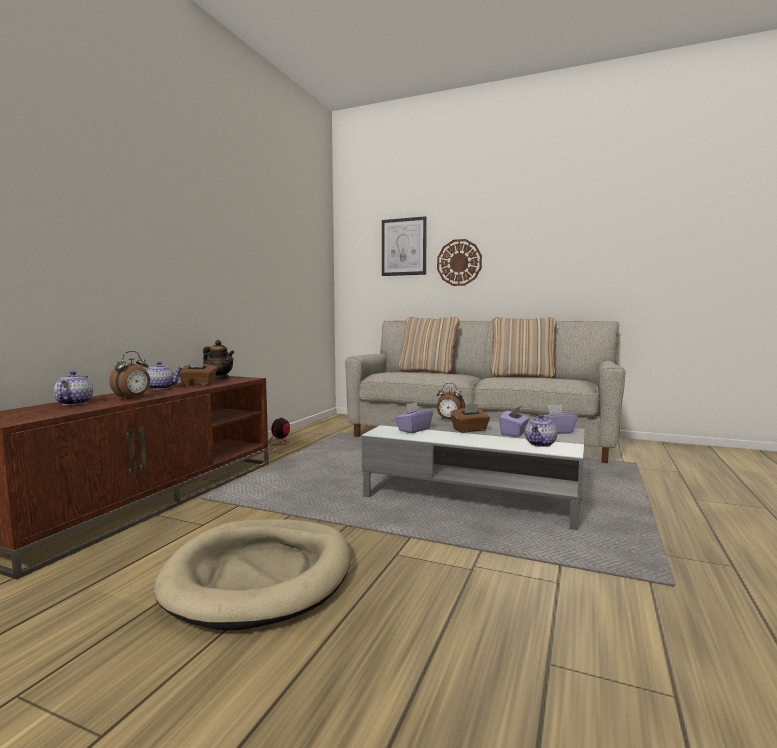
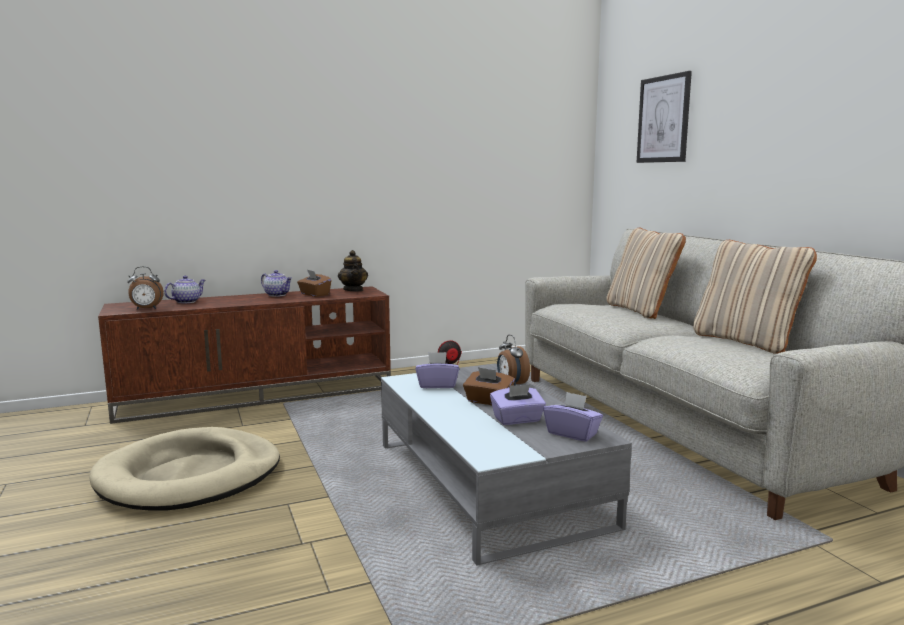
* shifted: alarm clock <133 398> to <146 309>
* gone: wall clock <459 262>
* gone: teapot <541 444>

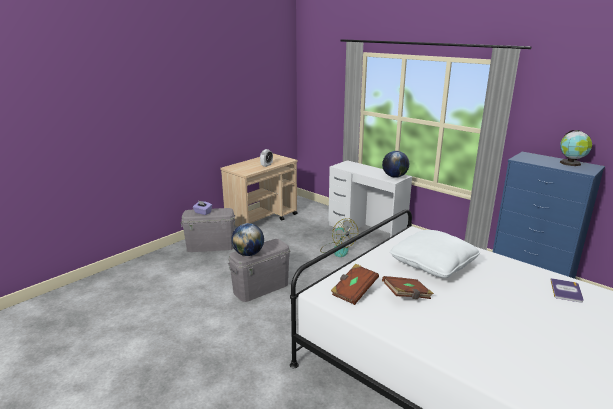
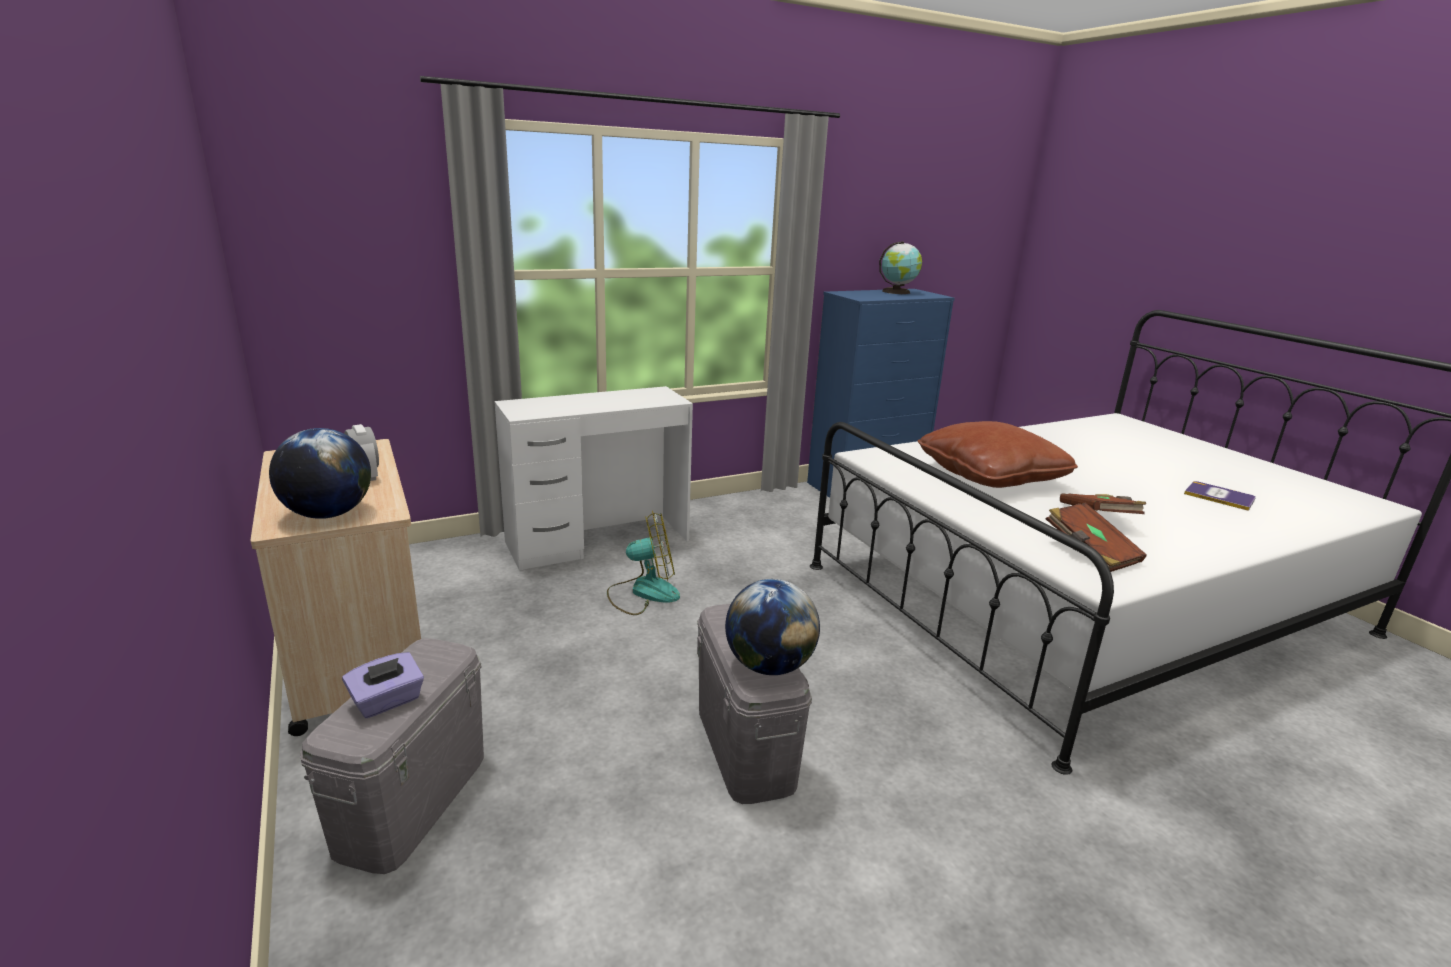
* shifted: globe <394 176> to <328 514>
* repainted: pillow/white <432 264> to pillow/brown <990 476>
* shifted: book <566 291> to <1219 496>

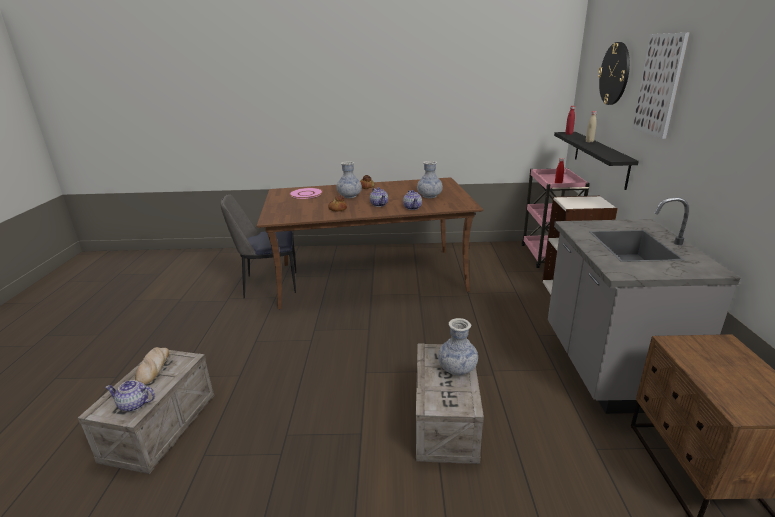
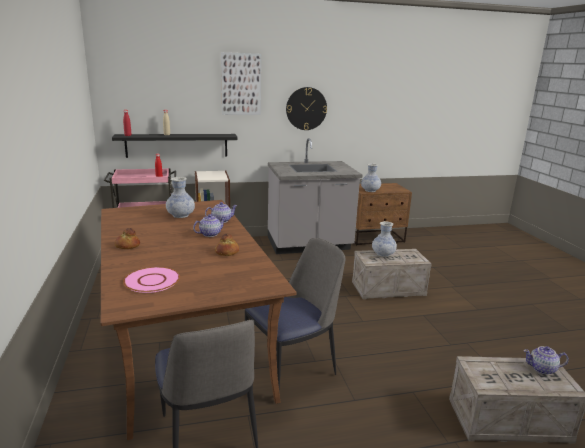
* new: chair <293 367>
* shifted: wall clock <614 74> to <306 108>
* shifted: vase <349 196> to <370 190>
* rotated: teapot <134 405> = <542 369> 105 degrees clockwise
* gone: bread <153 367>

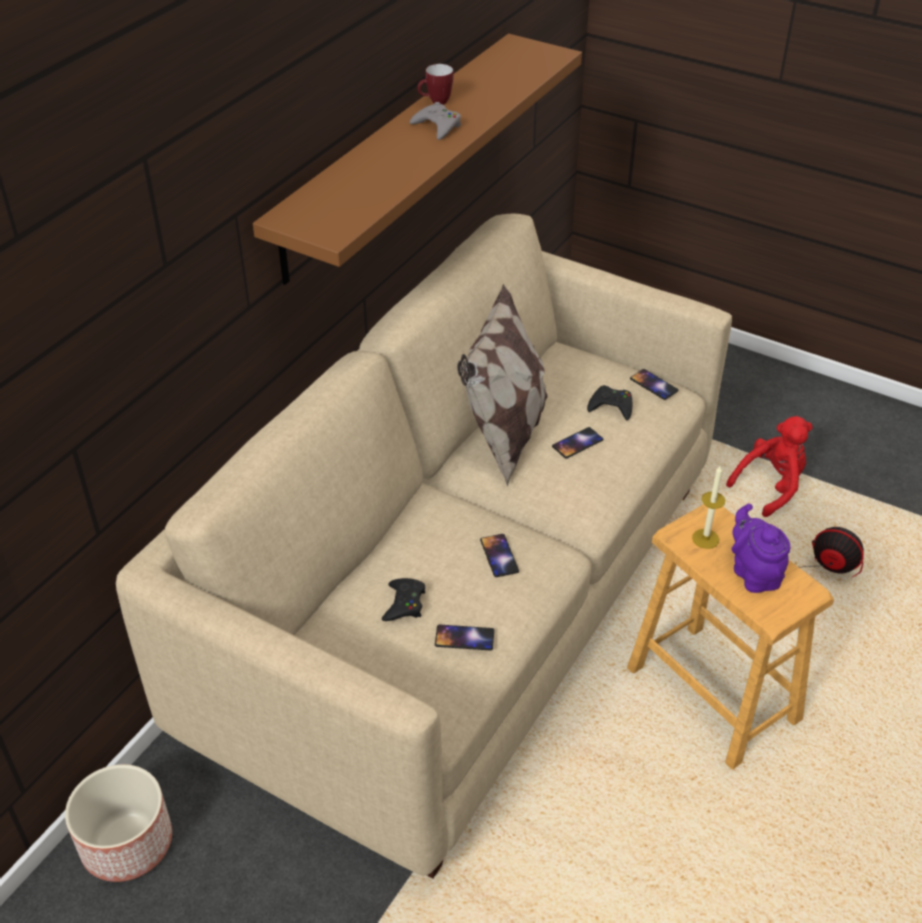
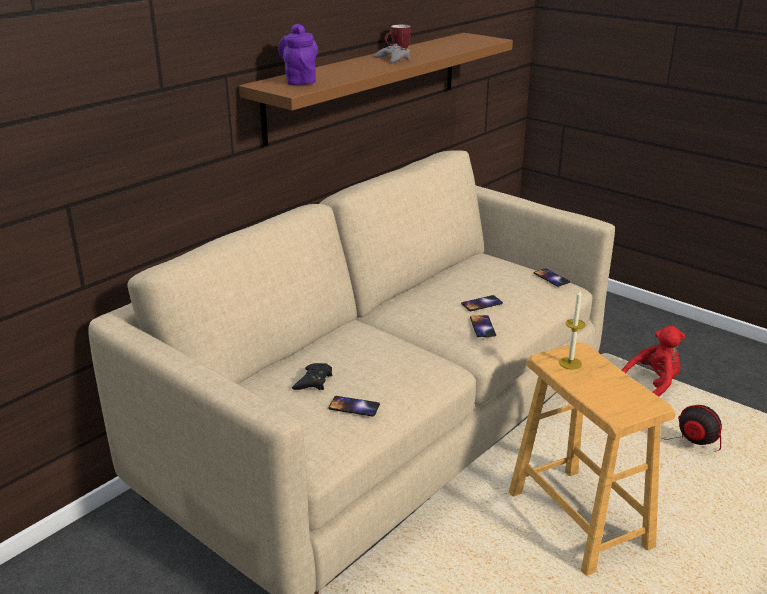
* shifted: teapot/purple <753 573> to <300 80>
* shifted: phone <499 556> to <482 326>
* gone: planter <127 842>
* gone: pillow <504 437>
* gone: game controller/black <611 406>

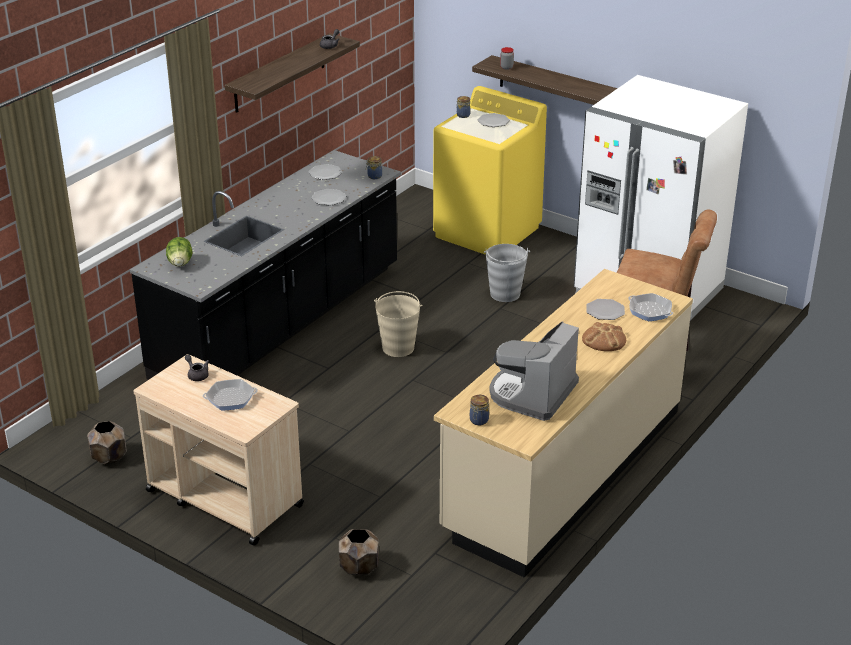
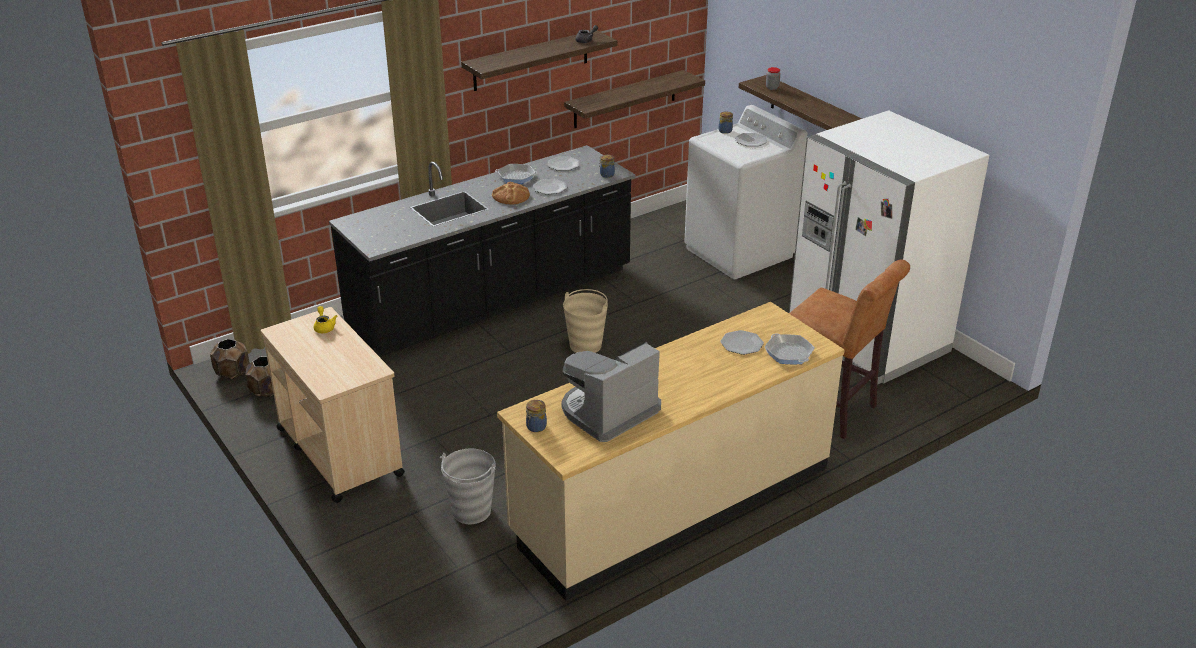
* shifted: planter/brown <358 568> to <232 373>
* repainted: teapot/grey <197 374> to teapot/yellow <324 327>
* shifted: bucket/grey <505 294> to <471 511>
* shifted: bread <604 340> to <510 196>
* shifted: frying pan <230 398> to <516 177>
* new: shelf <625 99>
* repainted: washing machine/yellow <487 232> to washing machine/white <739 252>
* gone: lettuce <180 263>

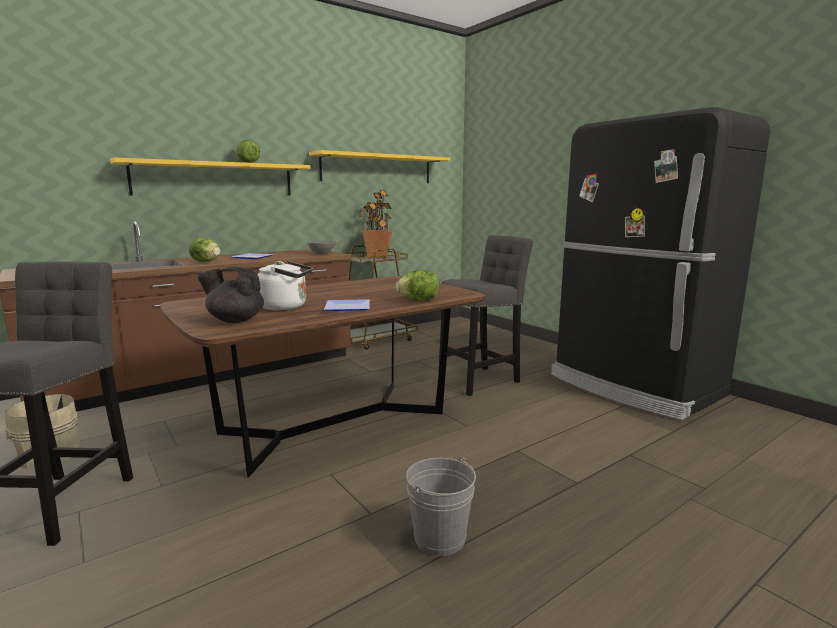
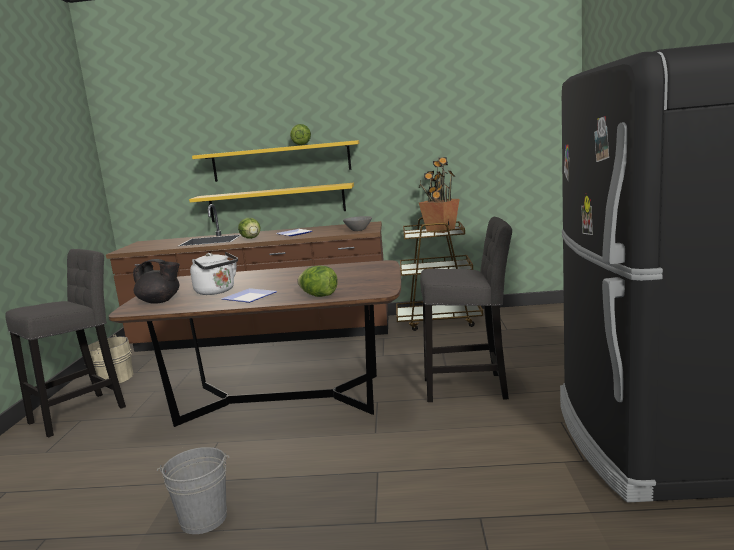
* rotated: teapot/black <235 320> = <160 301> 150 degrees clockwise
* shifted: shelf/yellow <377 169> to <277 203>

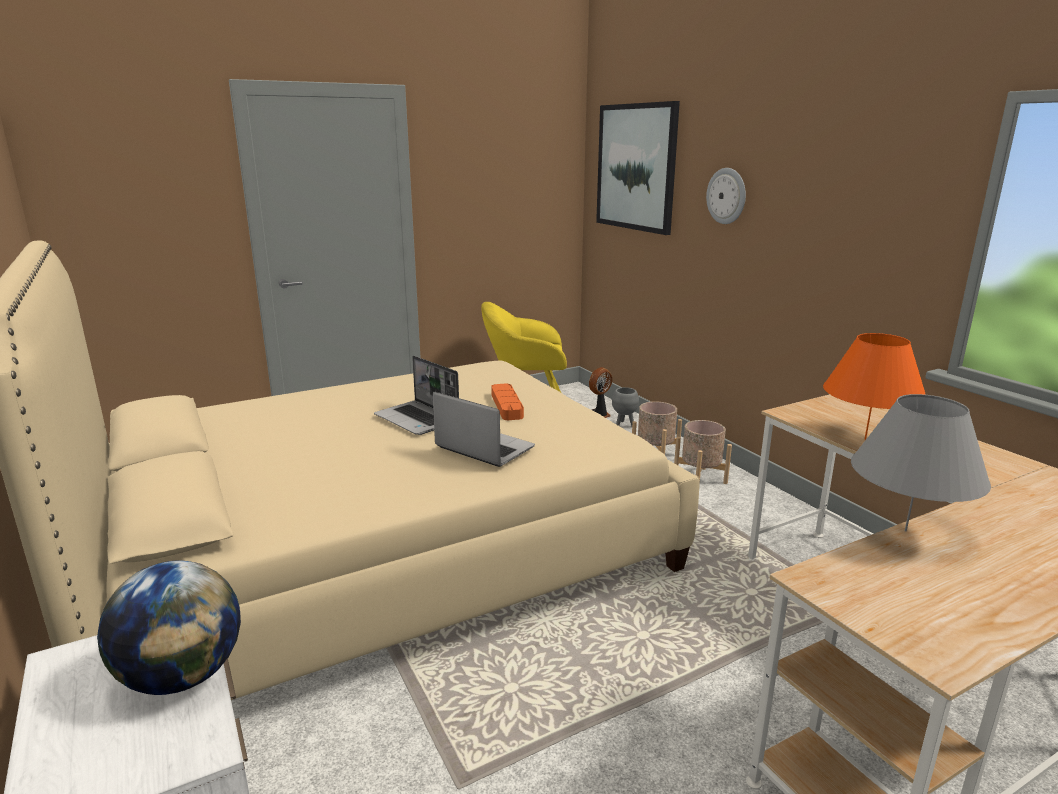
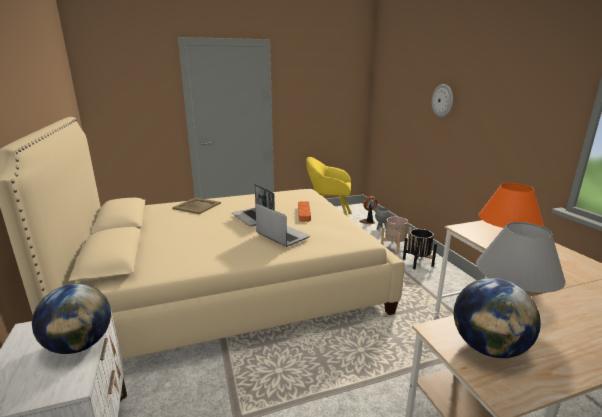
* new: tray/beige <197 206>
* repainted: planter/beige <700 479> to planter/black <417 262>
* new: globe <488 347>
* gone: picture <636 167>

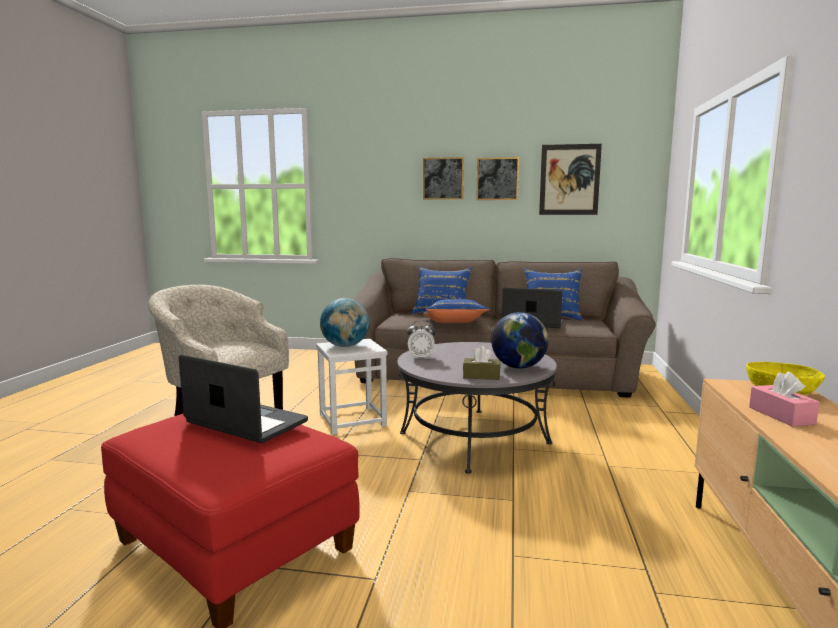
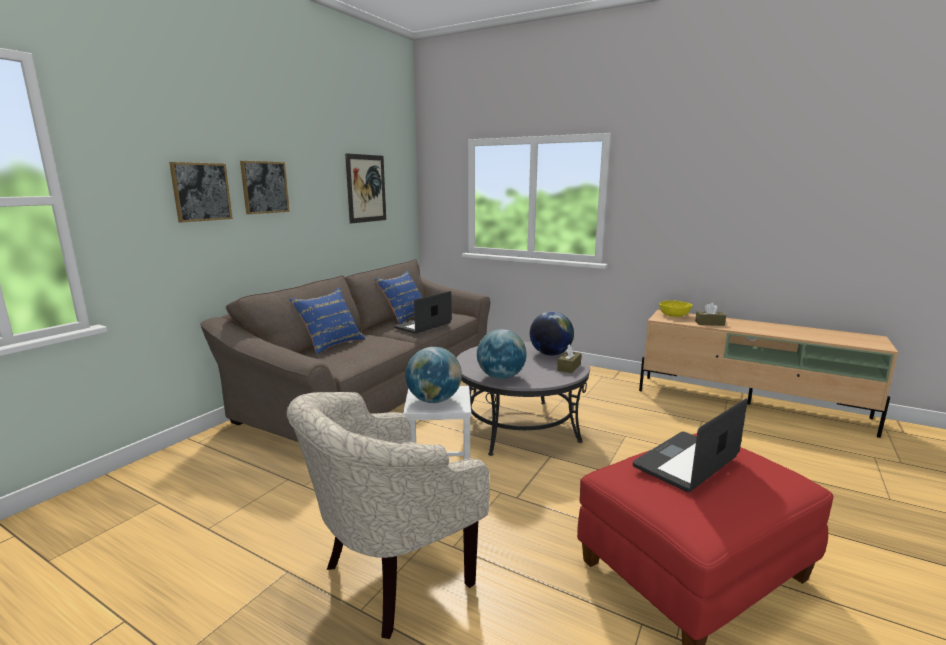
* shifted: picture <497 179> to <201 192>
* swapped: alarm clock <421 357> to globe <501 377>
* repainted: tissue box/pink <781 415> to tissue box/brown <709 323>
* gone: pillow/blue <454 324>

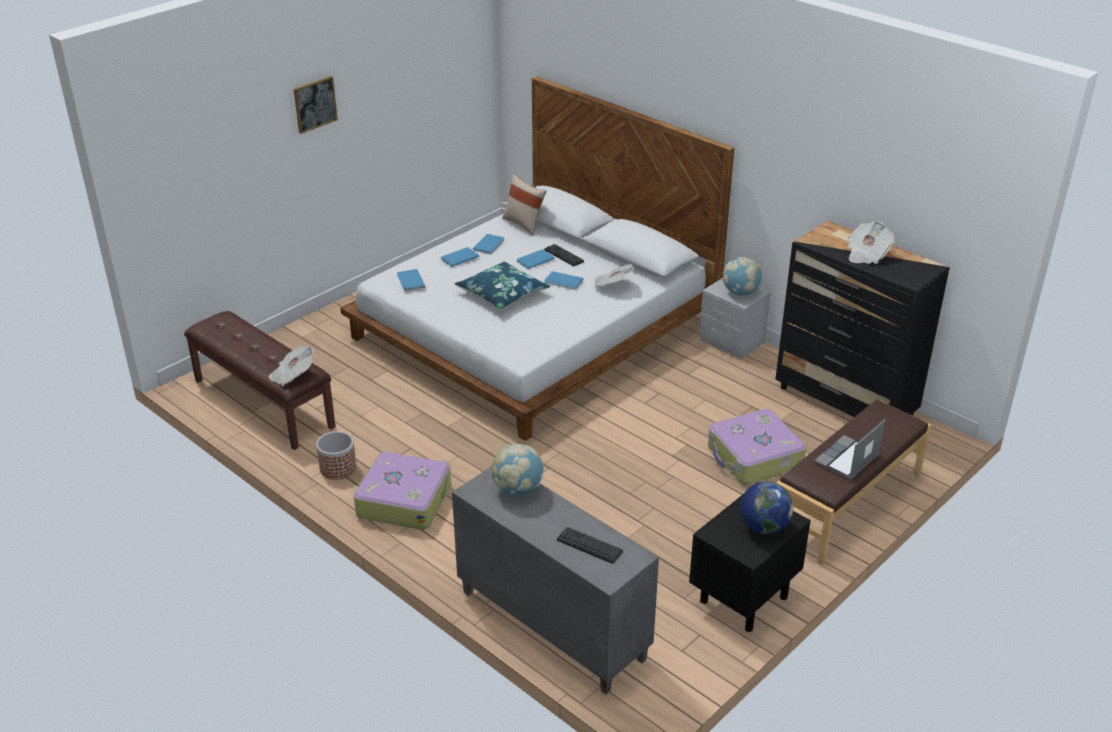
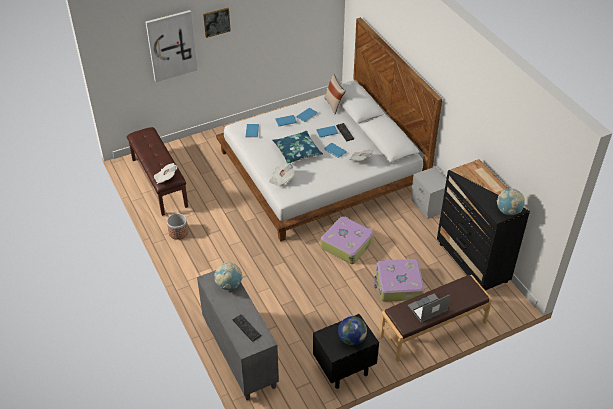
* new: picture <171 45>
* shifted: newspaper <866 254> to <281 179>
* shifted: suitcase <404 500> to <347 244>
* shifted: globe <740 293> to <508 211>

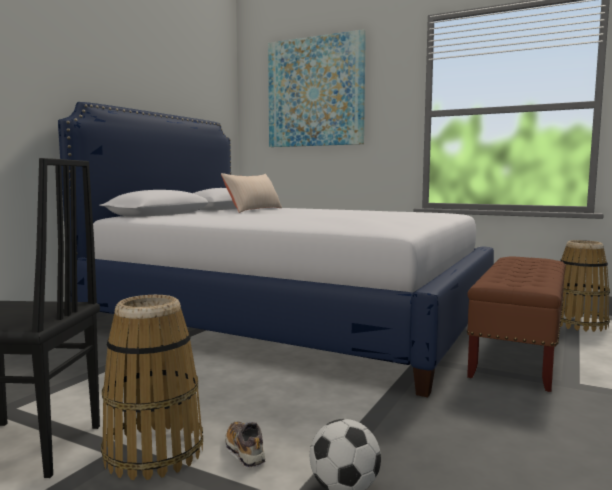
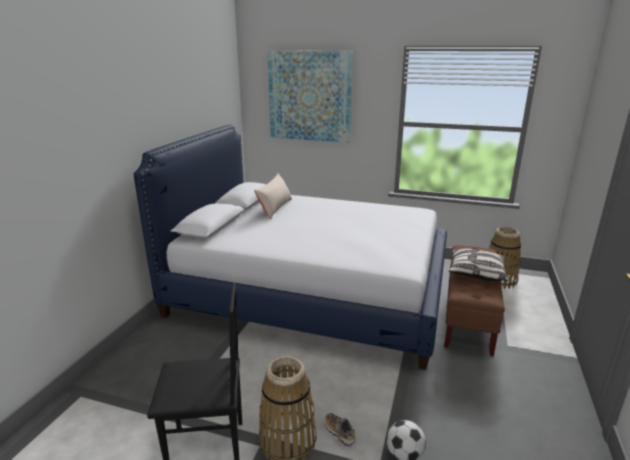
* new: pillow <476 273>

